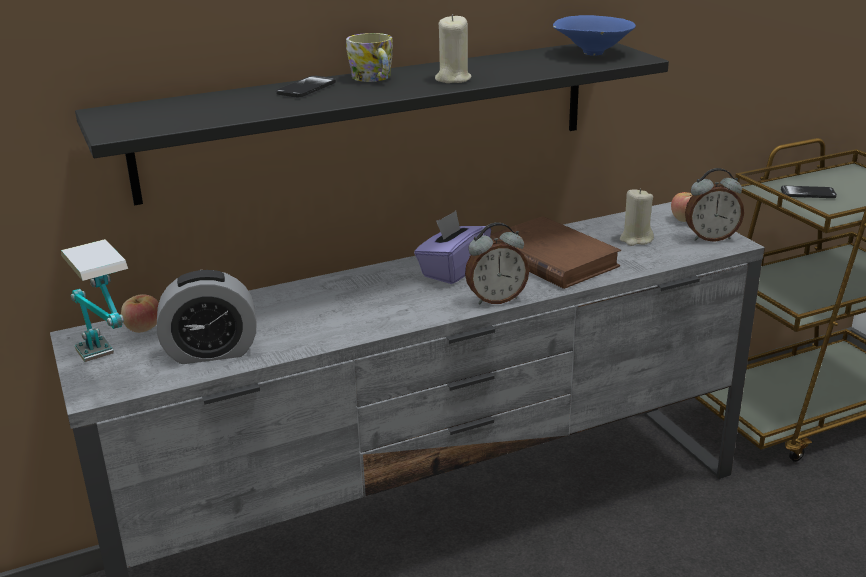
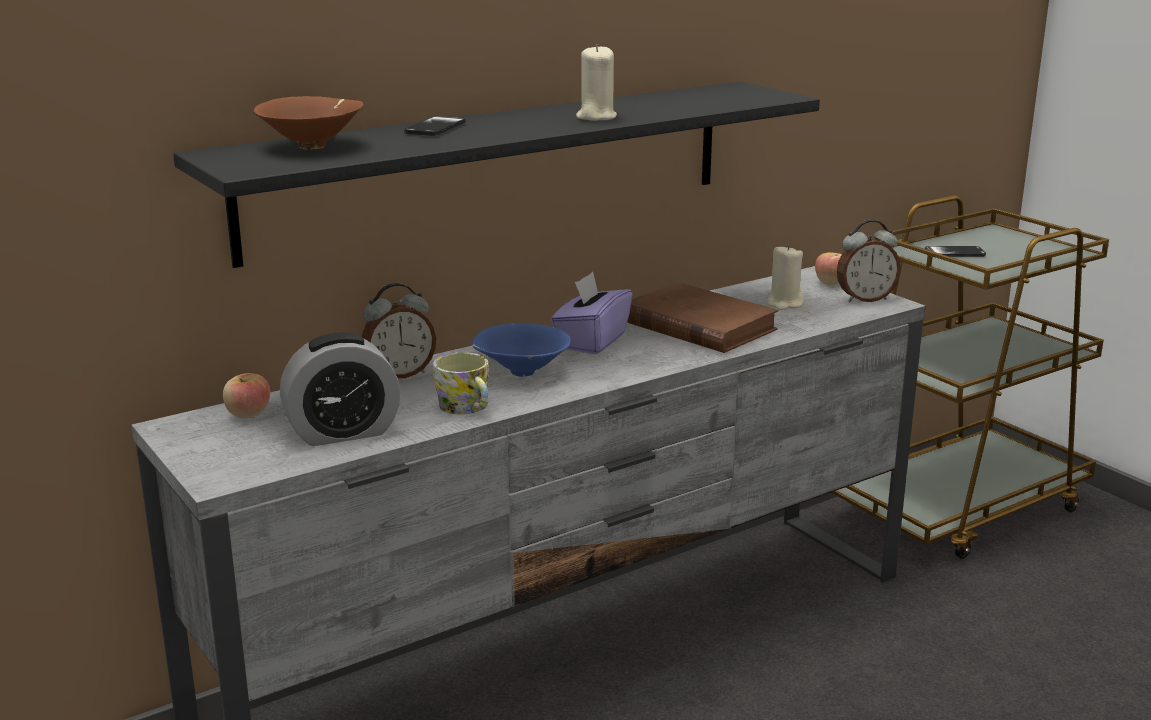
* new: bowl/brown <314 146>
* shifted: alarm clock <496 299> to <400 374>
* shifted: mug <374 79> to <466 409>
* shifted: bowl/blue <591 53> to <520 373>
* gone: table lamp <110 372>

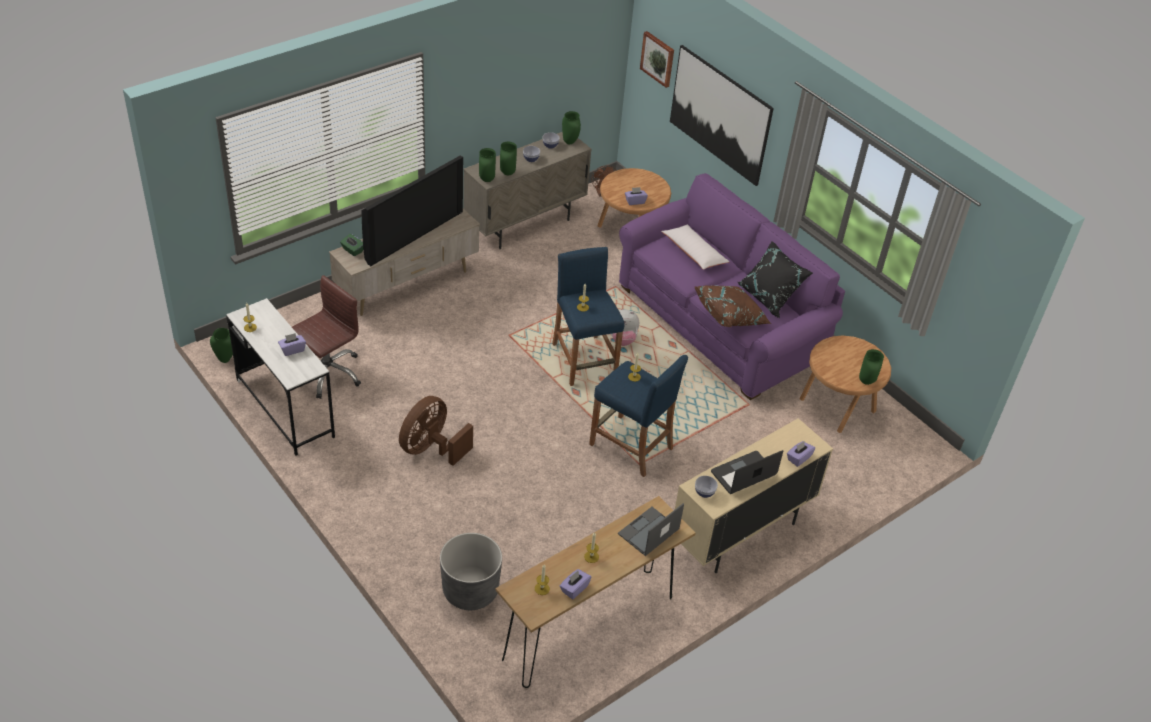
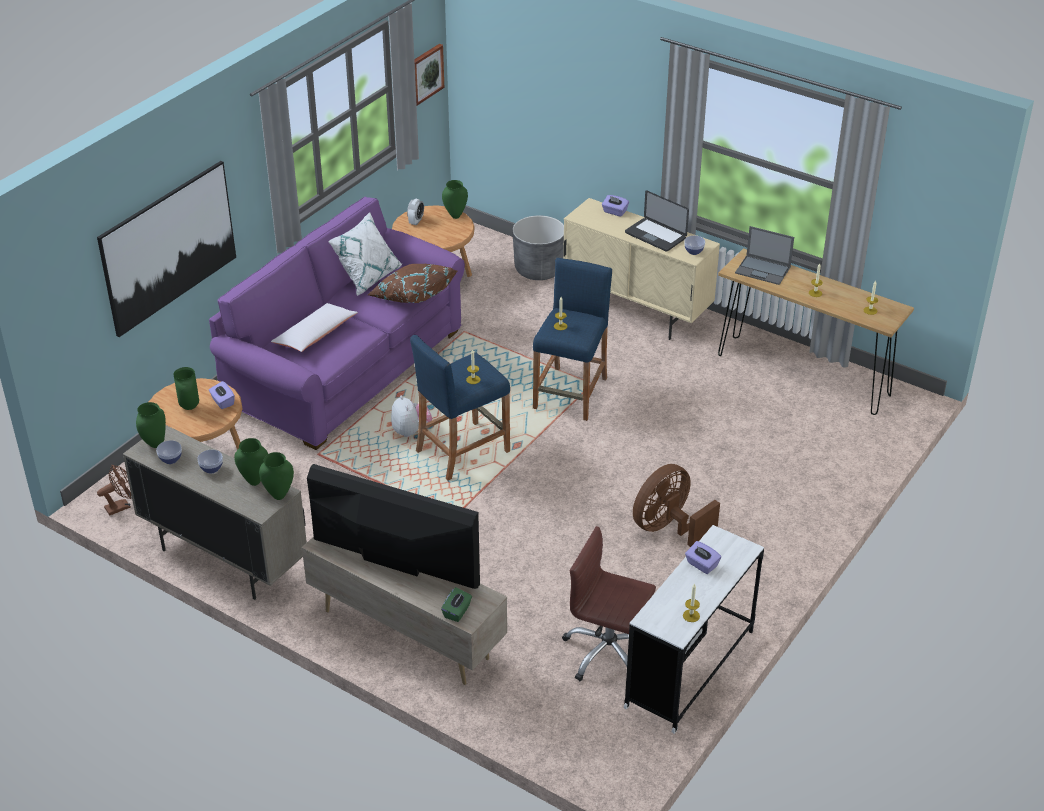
* shifted: vase/green <225 359> to <190 407>
* repainted: pillow/black <769 297> to pillow/white <366 276>
* new: alarm clock <416 221>
* shifted: picture <658 58> to <425 74>
* shifted: planter/grey <470 590> to <538 269>
* rotated: fan/brown <431 449> = <668 528> 120 degrees clockwise
* gone: tissue box/purple <574 589>

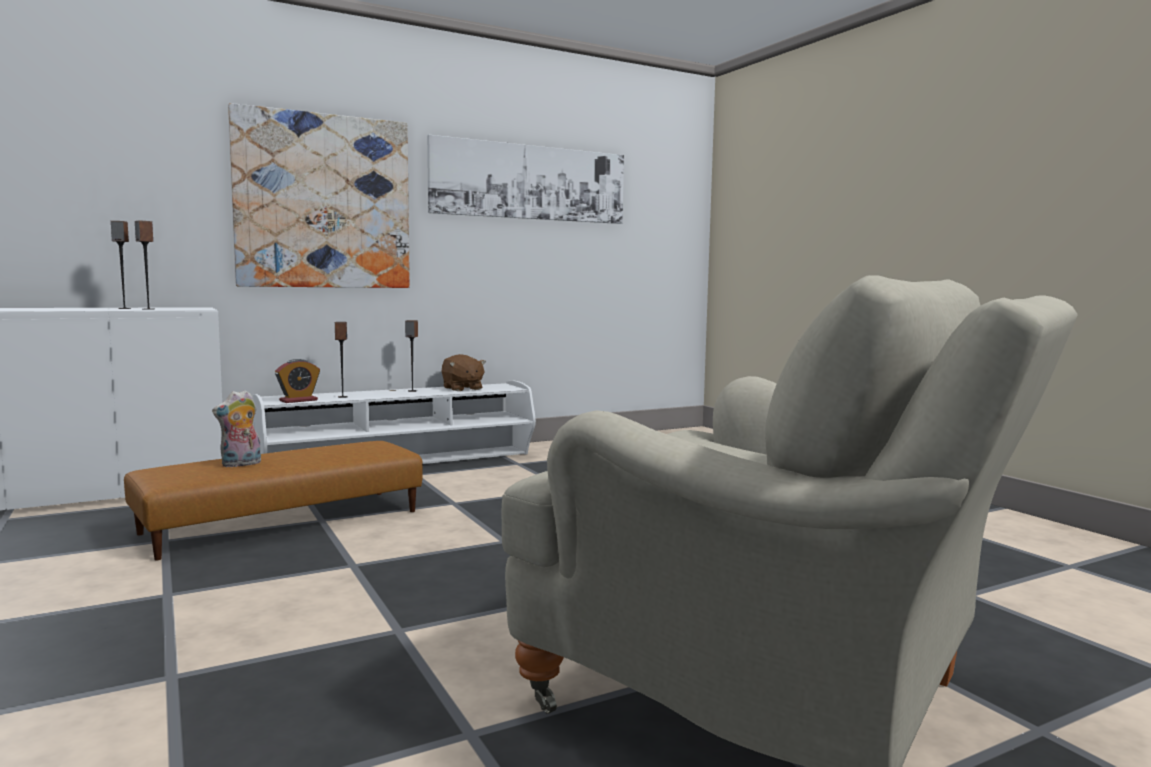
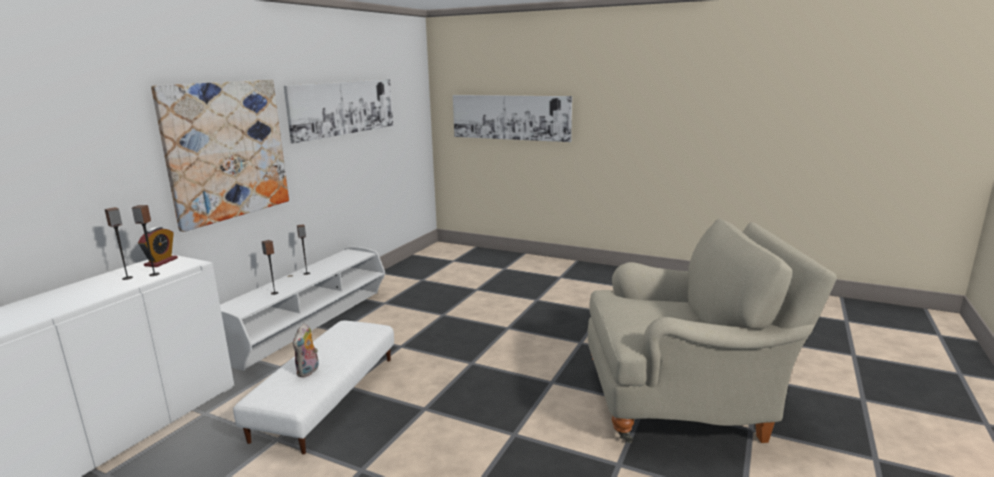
* shifted: alarm clock <298 400> to <161 262>
* repainted: ottoman/brown <283 522> to ottoman/white <326 396>
* new: picture <510 117>
* gone: plush toy/brown <462 388>

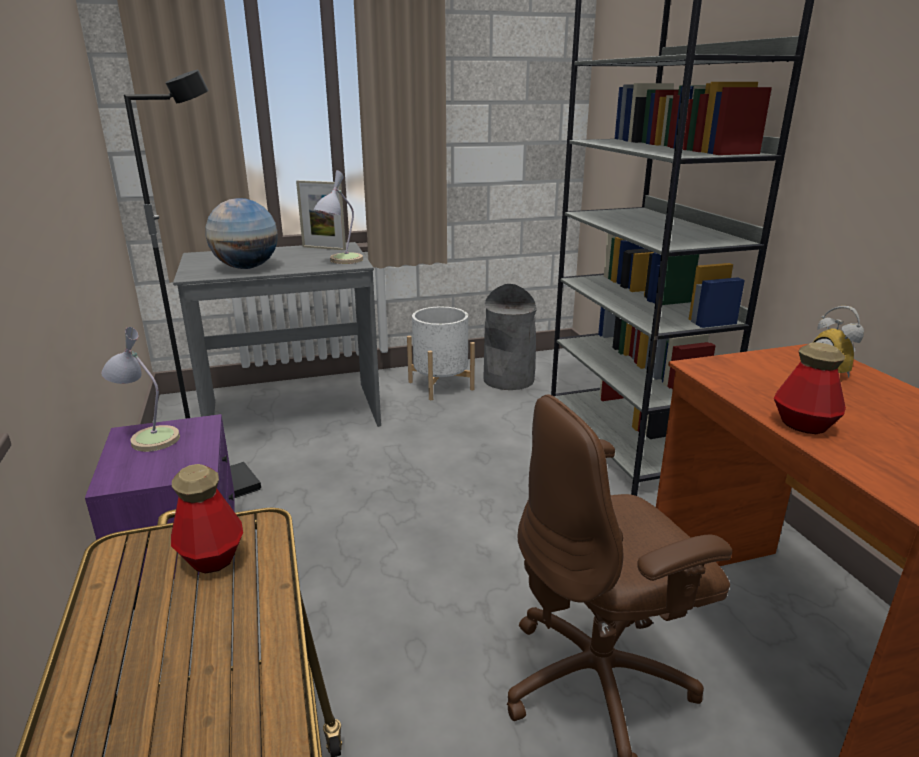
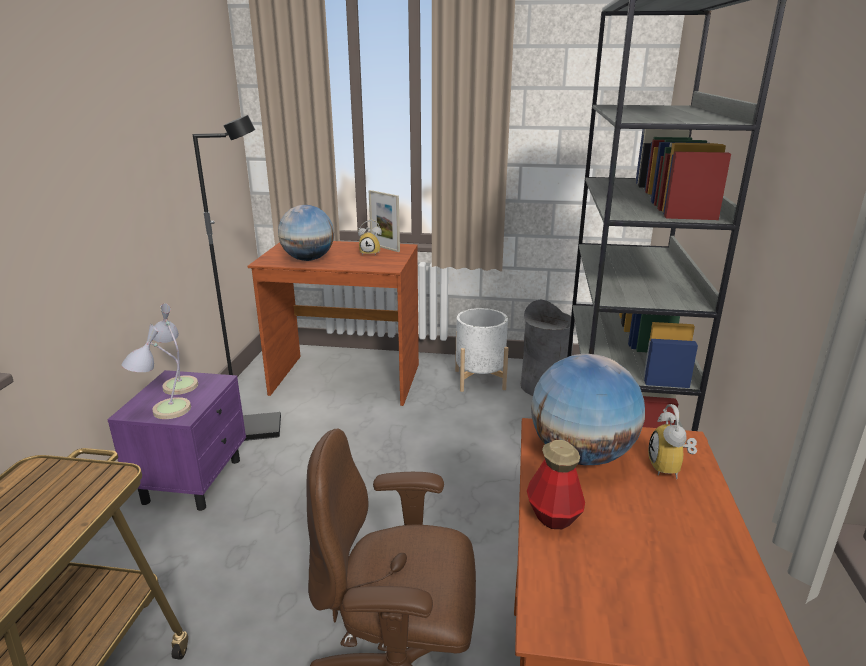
* shifted: table lamp <340 261> to <163 411>
* repainted: desk/grey <293 415> to desk/brown <345 380>
* new: alarm clock <371 253>
* new: globe <580 455>
* gone: bottle <211 557>

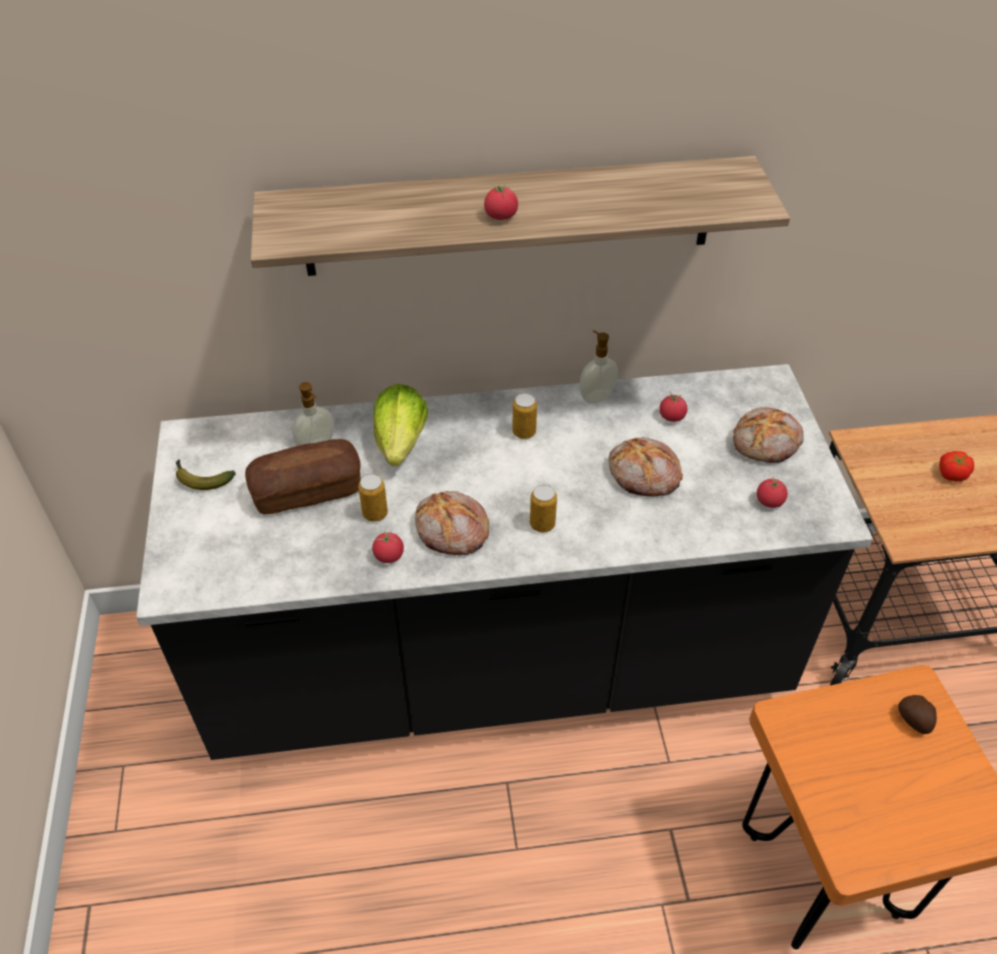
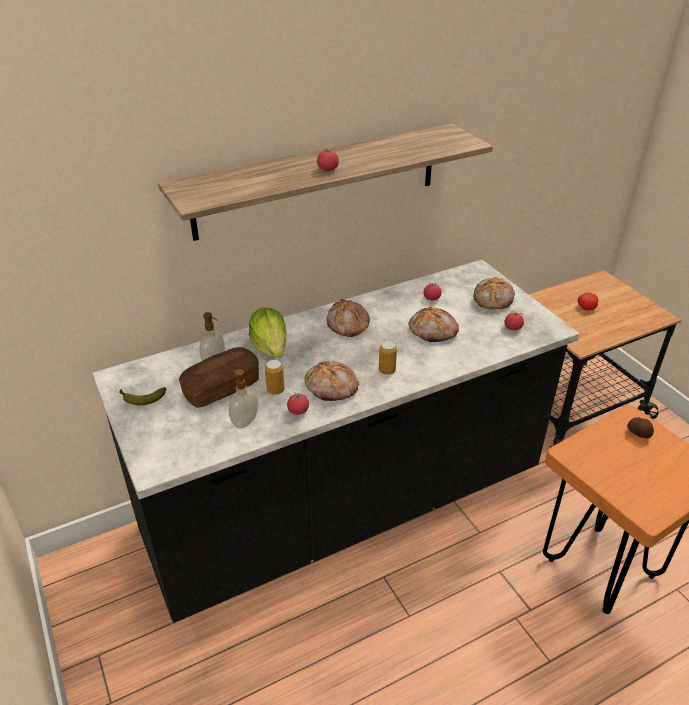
* shifted: soap dispenser <596 396> to <244 421>
* swapped: can <524 432> to bread <347 325>

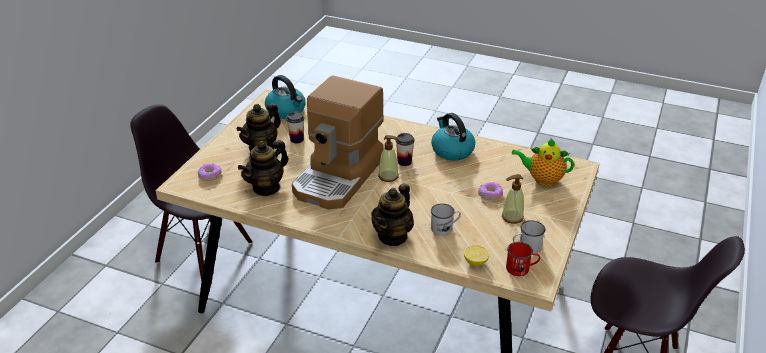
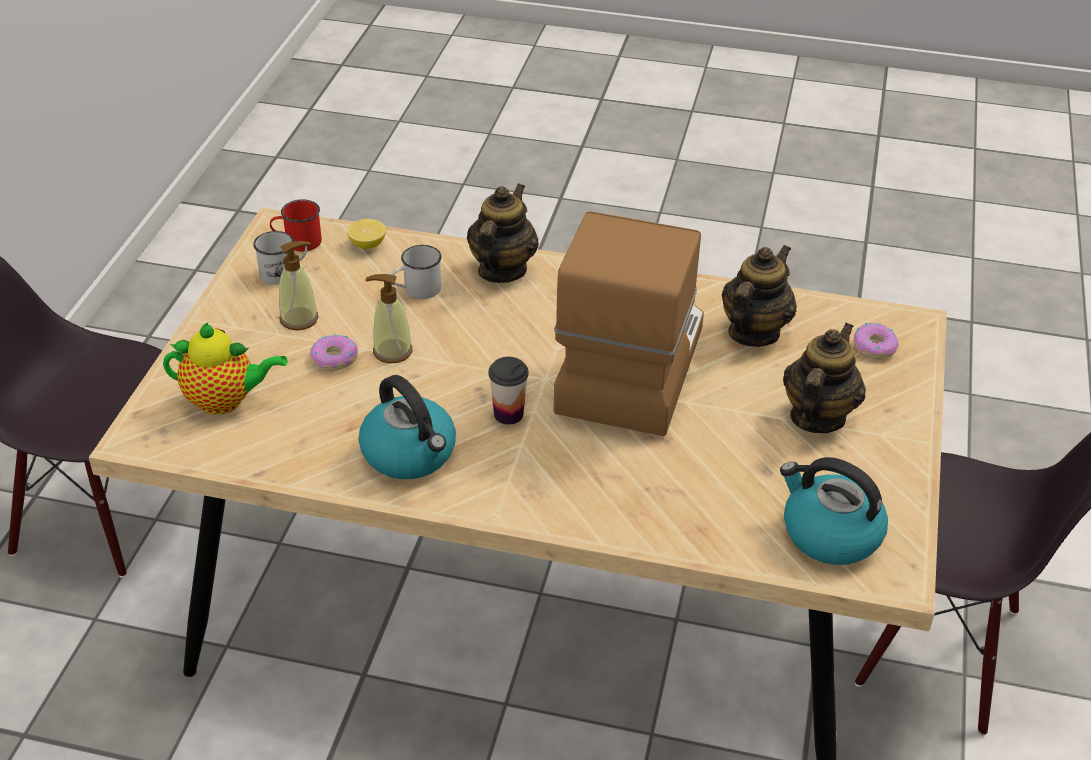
* shifted: soap dispenser <388 176> to <392 351>
* gone: cup <296 139>

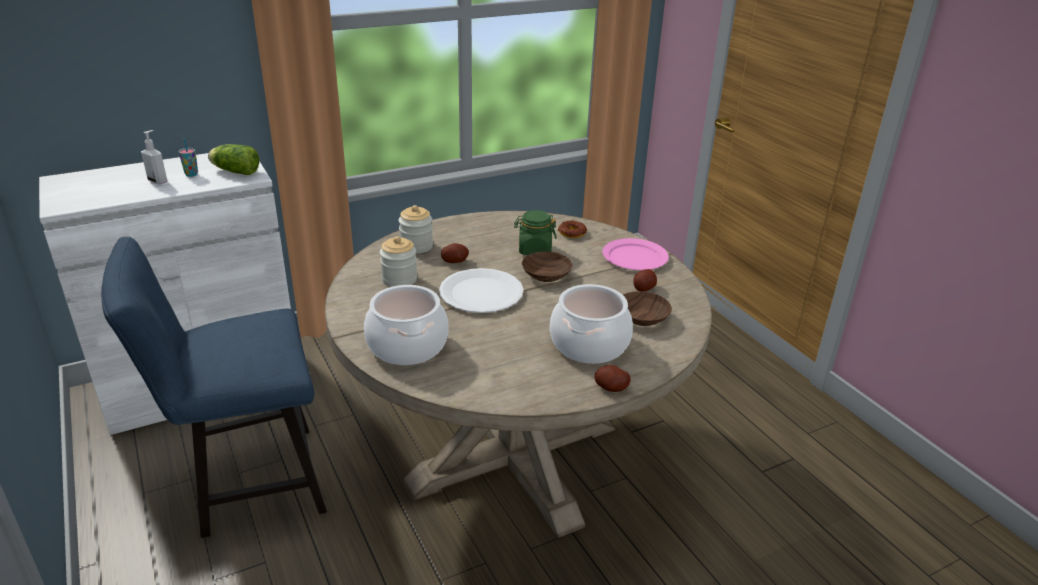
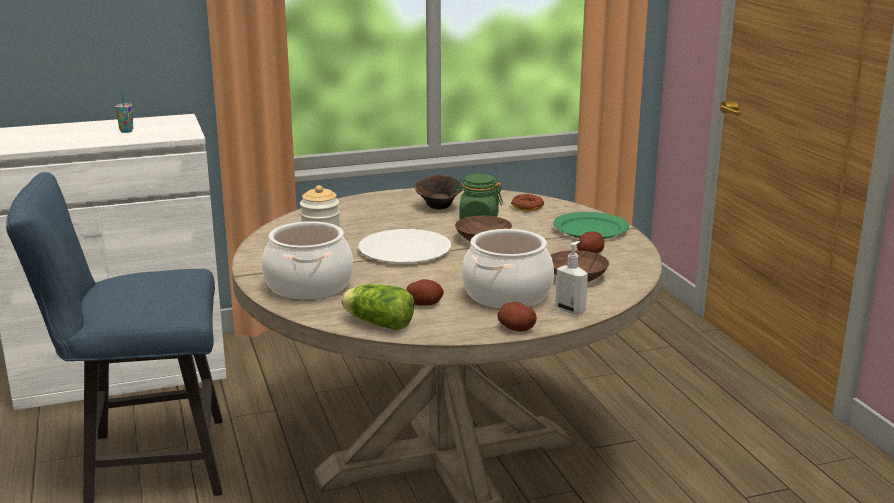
* shifted: lettuce <234 171> to <376 323>
* shifted: potato <455 261> to <424 304>
* new: bowl/brown <439 207>
* repainted: plate/pink <634 258> to plate/green <590 229>
* shifted: soap dispenser <158 181> to <570 309>
* gone: jar <416 246>

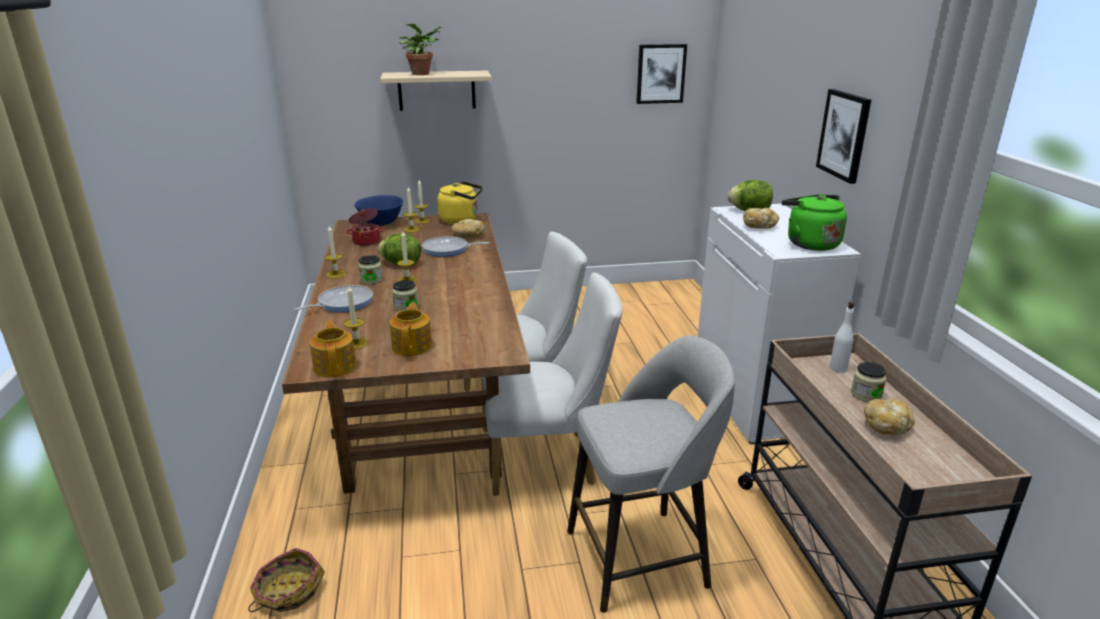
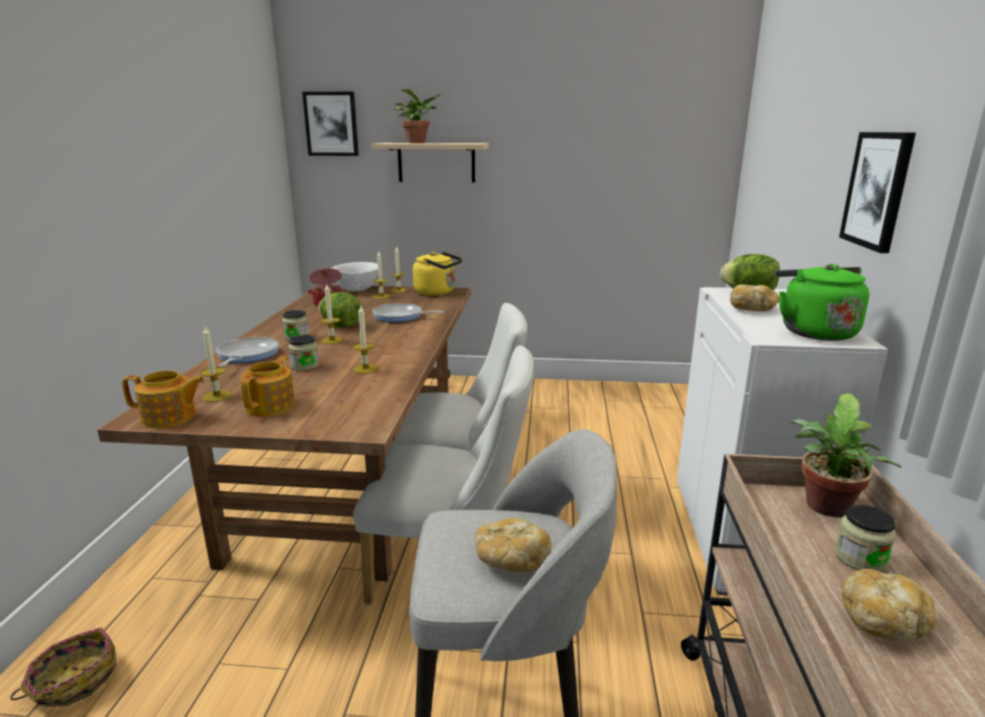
* rotated: teapot <335 366> = <170 417> 90 degrees clockwise
* rotated: frying pan <342 303> = <246 355> 60 degrees counterclockwise
* shifted: picture <660 74> to <331 124>
* repainted: bowl/blue <381 224> to bowl/white <357 290>
* shifted: candle <336 274> to <365 369>
* shifted: bread <468 236> to <510 560>
* swapped: bottle/white <838 368> to potted plant <826 509>

